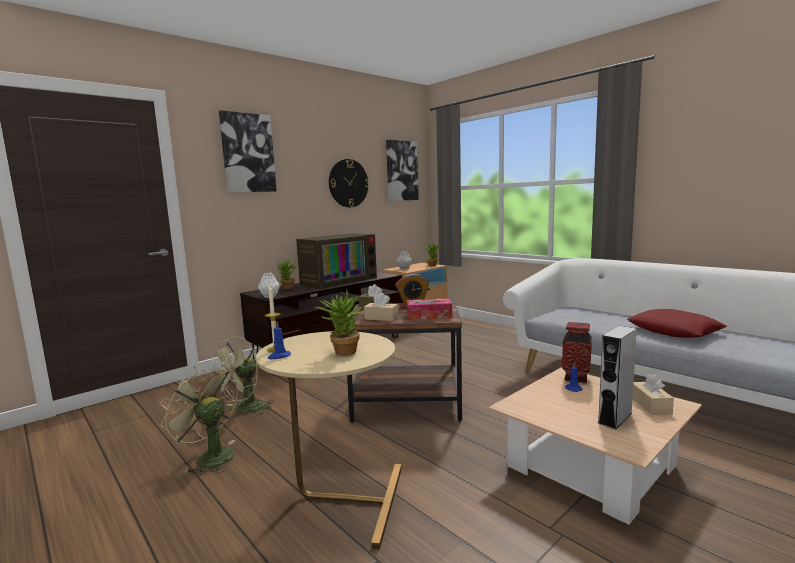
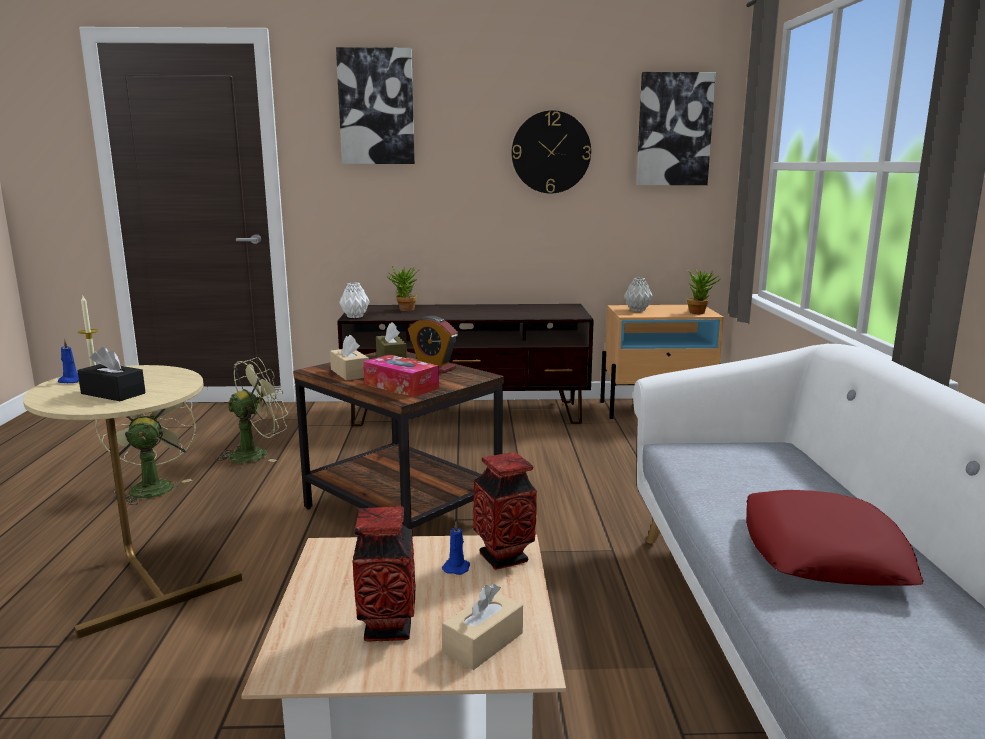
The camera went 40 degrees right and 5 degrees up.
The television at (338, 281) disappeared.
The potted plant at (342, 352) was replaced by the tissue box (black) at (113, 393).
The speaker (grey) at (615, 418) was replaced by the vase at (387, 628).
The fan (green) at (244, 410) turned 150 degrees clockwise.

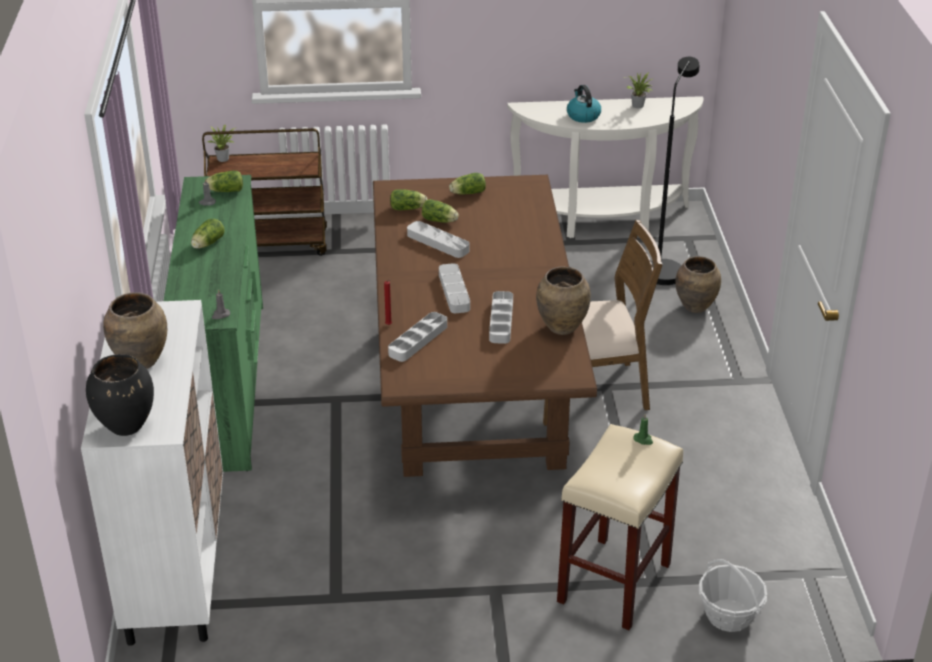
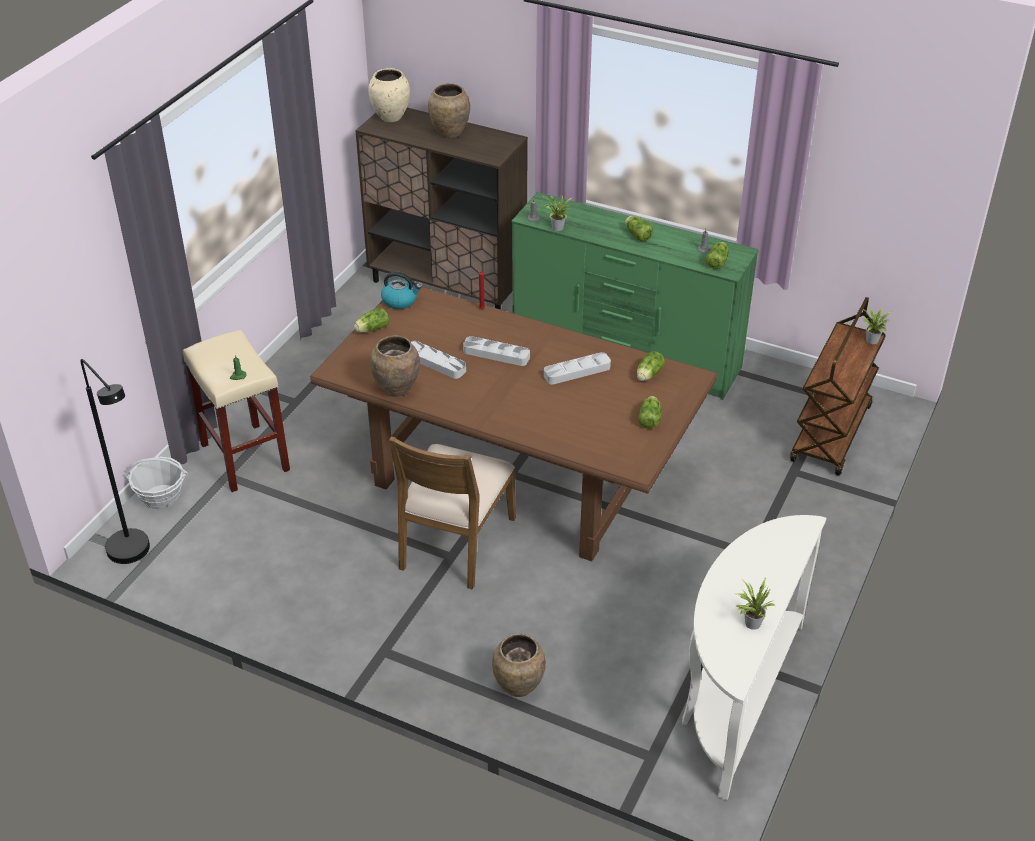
The camera went 120 degrees right and 5 degrees up.
The floor lamp (black) moved from (665, 268) to (135, 555).
The kettle moved from (583, 116) to (400, 301).
The lettuce moved from (440, 221) to (371, 329).
The cabinet (white) at (176, 565) became the cabinet (brown) at (447, 286).
The tray (grey) at (418, 340) disappeared.
The vase (black) at (127, 426) became the vase (beige) at (390, 117).
The potted plant at (557, 228) appeared.

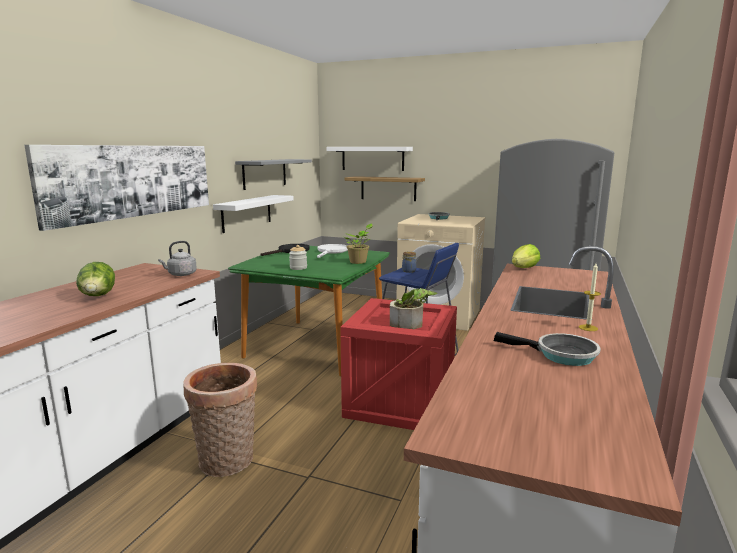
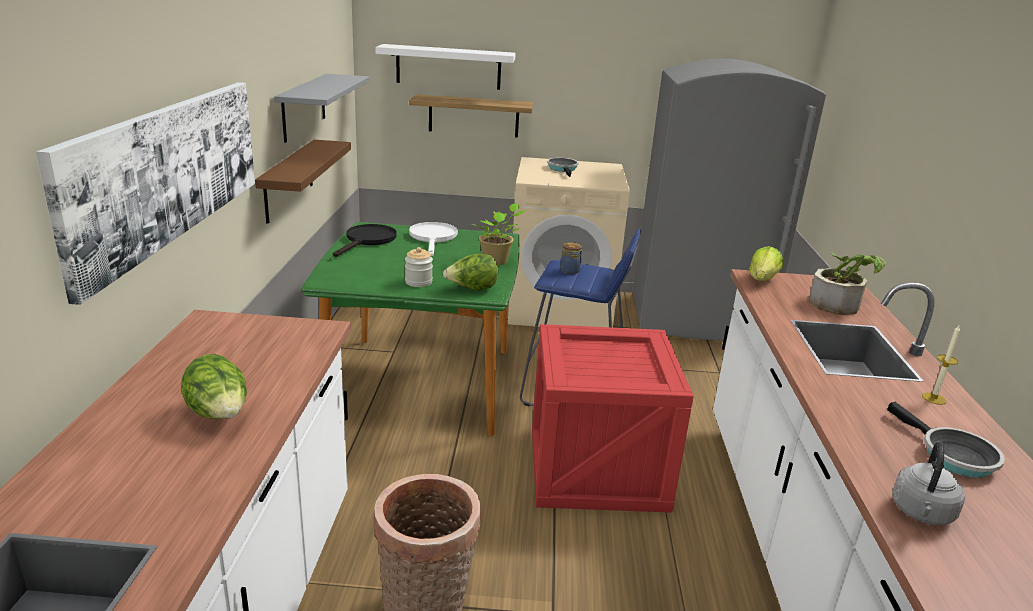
The camera went 20 degrees left and 10 degrees up.
The shelf (white) at (247, 213) became the shelf (brown) at (289, 180).
The kettle (grey) moved from (181, 274) to (921, 513).
The potted plant moved from (411, 324) to (839, 304).
The frying pan at (561, 355) turned 60 degrees clockwise.
The lettuce at (472, 289) appeared.

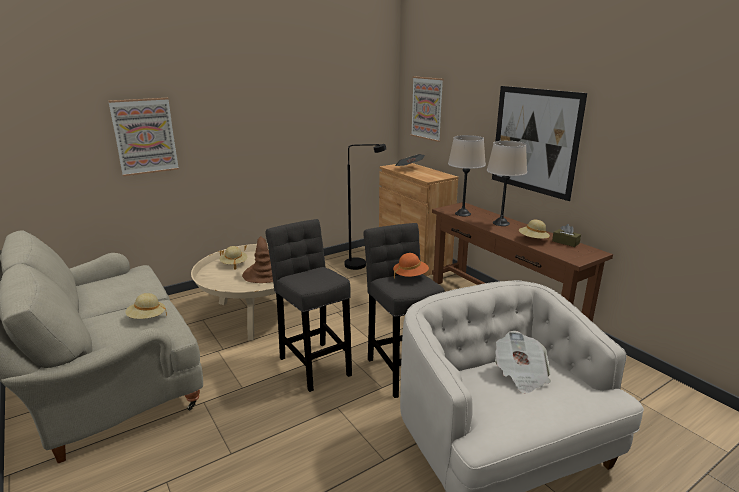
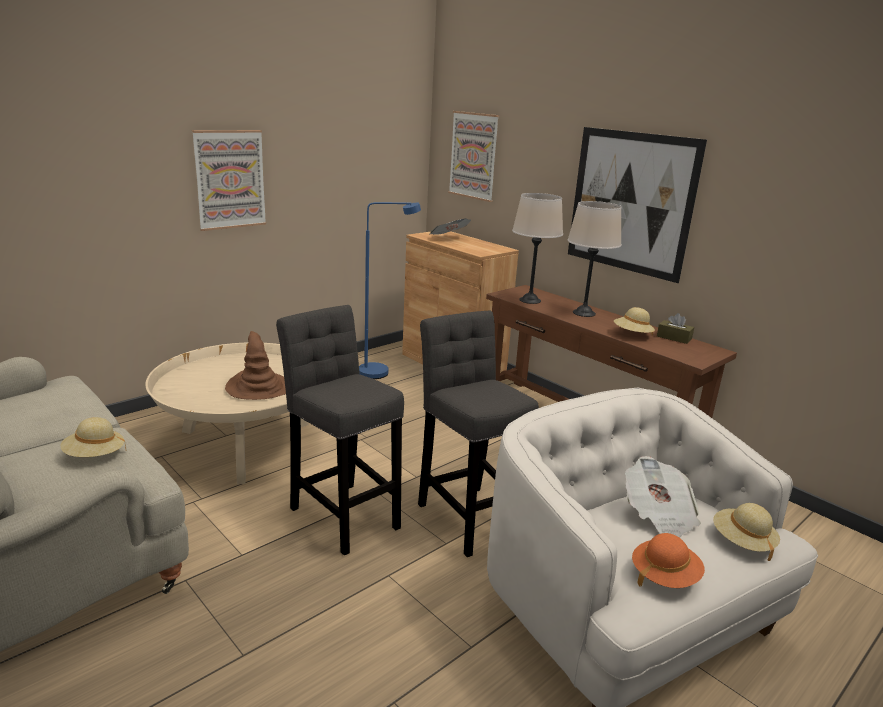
The camera went 10 degrees left and 0 degrees up.
The picture moved from (145, 136) to (230, 179).
The floor lamp (black) at (361, 264) became the floor lamp (blue) at (381, 372).
The hat (beige) moved from (234, 264) to (742, 542).
The hat (orange) moved from (410, 276) to (664, 576).

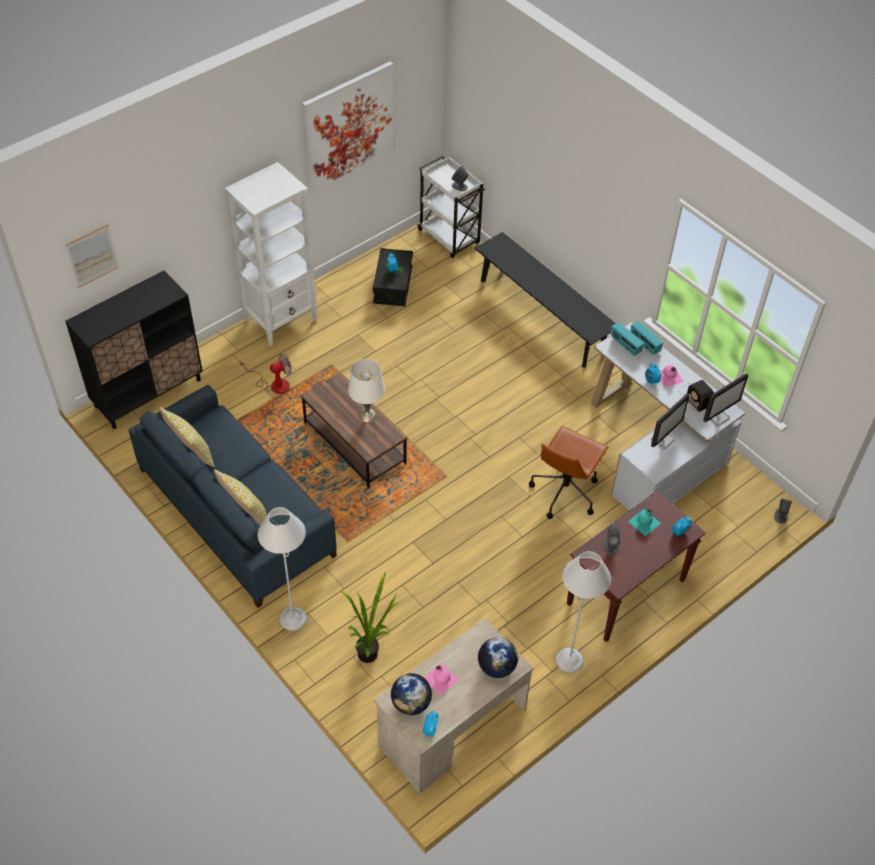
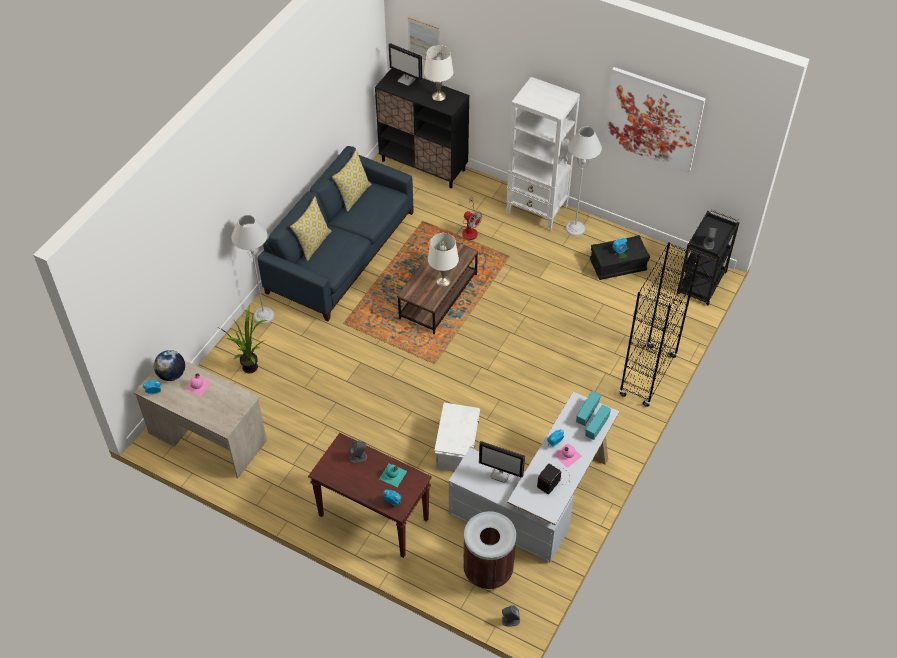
The camera went 70 degrees right and 0 degrees up.
The cart (white) at (449, 237) became the cart (black) at (701, 284).
The bench (black) at (541, 316) was replaced by the bookcase (black) at (647, 376).
The monitor moved from (717, 417) to (407, 80).
The office chair (brown) at (564, 491) was replaced by the storage box (white) at (457, 447).
The floor lamp (grey) moved from (569, 660) to (575, 228).
The globe at (496, 667) disappeared.
The table lamp (white) at (438, 96) appeared.
The trash can (brown) at (488, 571) appeared.

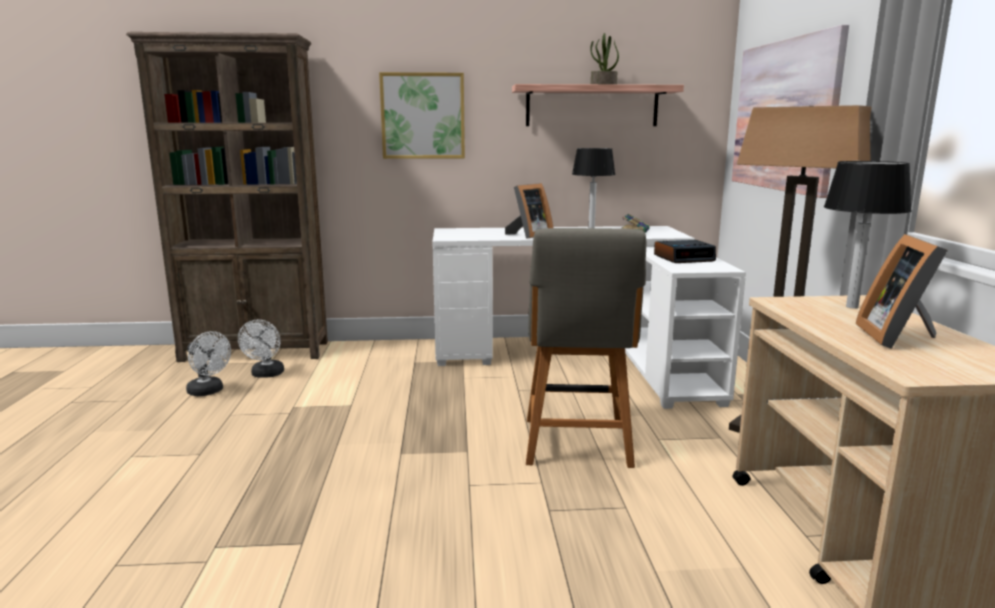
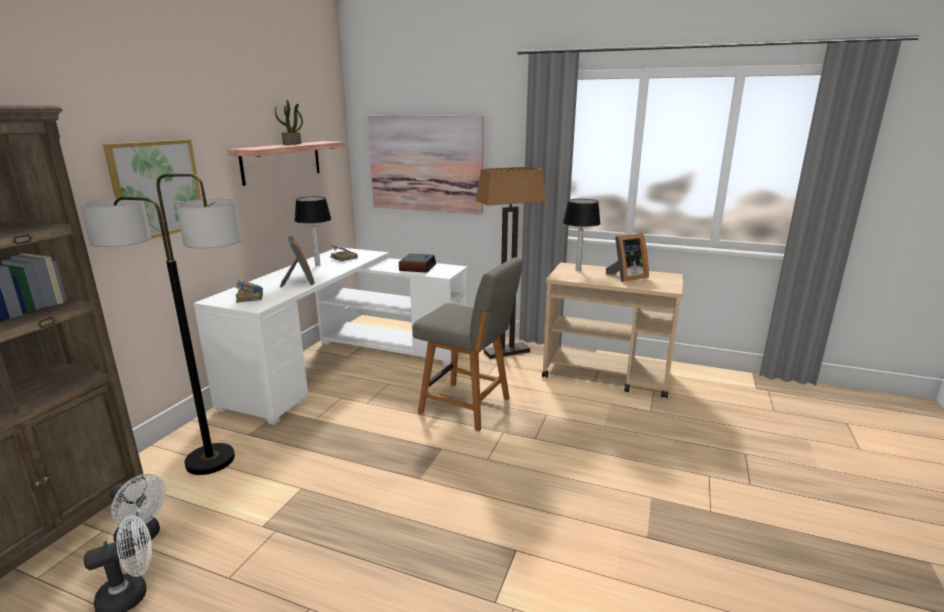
The camera went 65 degrees left and 5 degrees up.
The picture frame at (899, 337) turned 60 degrees counterclockwise.
The floor lamp at (210, 460) appeared.
The book at (249, 296) appeared.

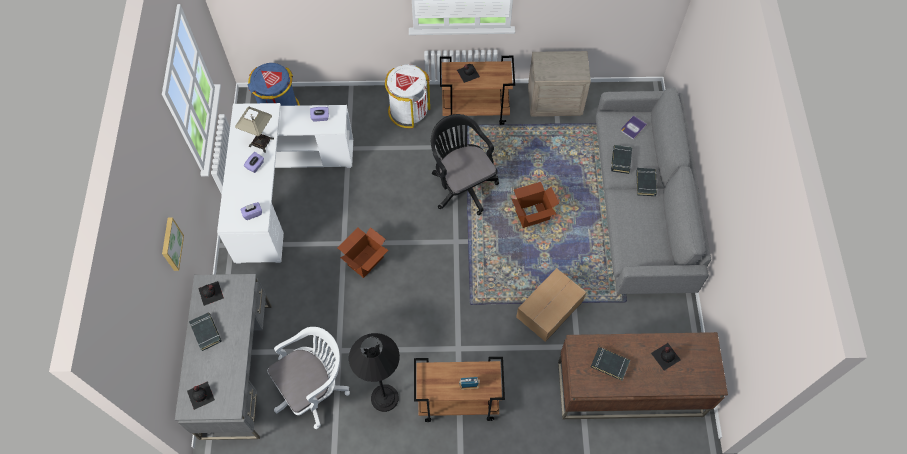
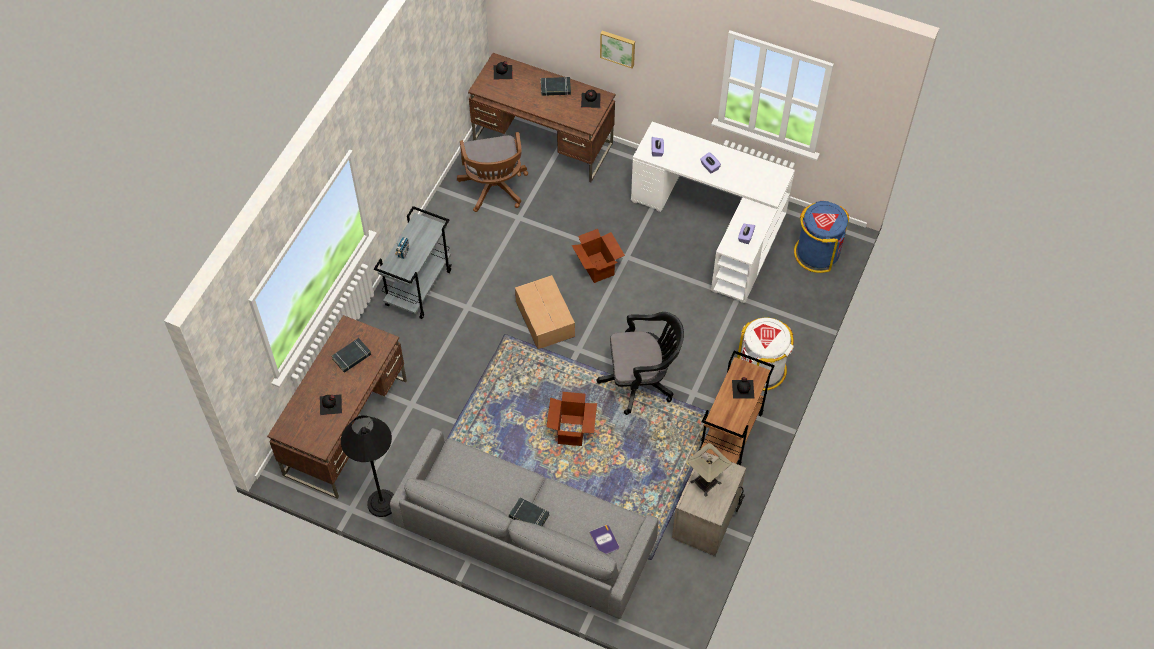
The camera went 115 degrees right and 5 degrees down.
The table lamp moved from (261, 142) to (705, 482).
The book (black) at (620, 160) disappeared.
The cardboard box moved from (548, 309) to (545, 318).
The desk (grey) at (237, 369) became the desk (brown) at (543, 142).
The office chair (white) at (314, 388) became the office chair (brown) at (494, 189).
The floor lamp (black) moved from (384, 398) to (382, 503).
The cart (brown) at (457, 402) became the cart (grey) at (418, 287).

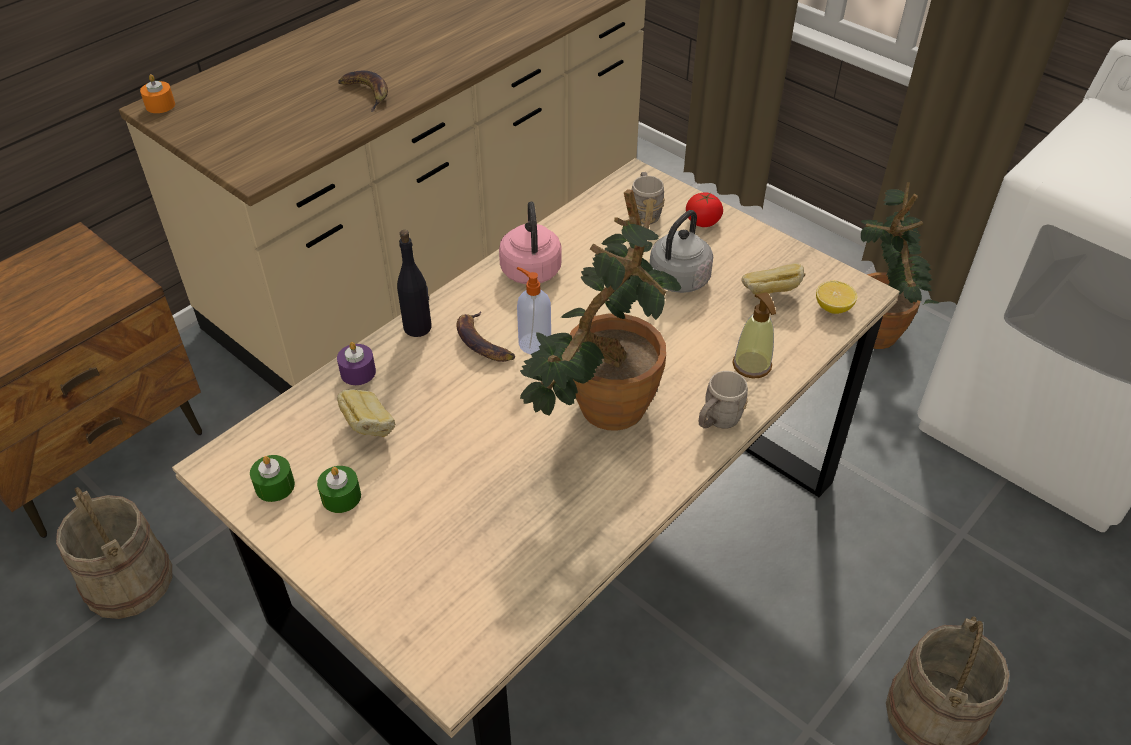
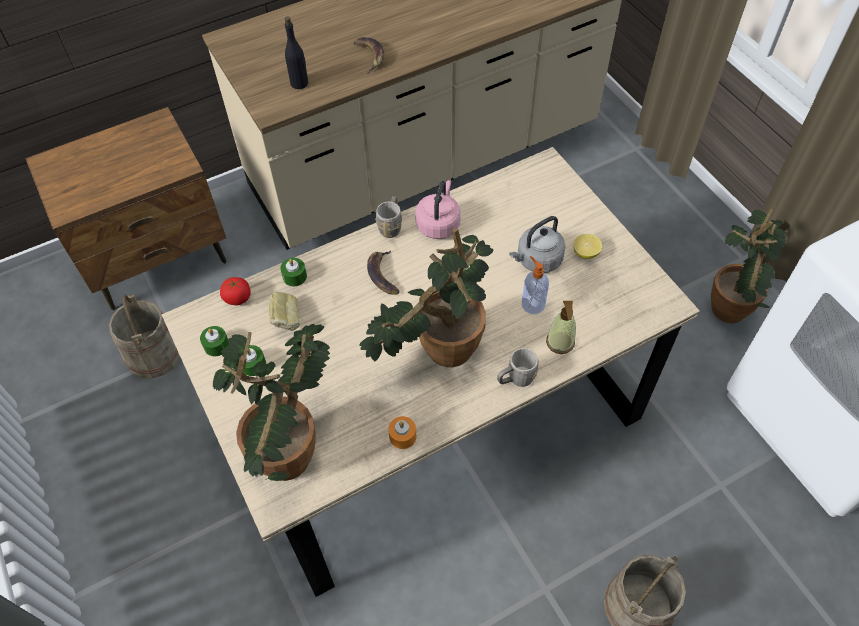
The camera went 20 degrees right and 10 degrees up.
The candle (orange) moved from (160, 105) to (402, 436).
The mug (grey) moved from (645, 212) to (391, 226).
The tomato moved from (702, 222) to (237, 298).
The bottle (black) moved from (418, 327) to (299, 83).
The bread at (770, 295) disappeared.
The soap dispenser moved from (533, 343) to (532, 304).
The lemon moved from (833, 308) to (585, 253).
The candle (purple) at (358, 372) became the candle (green) at (295, 276).
The potted plant at (294, 447) appeared.

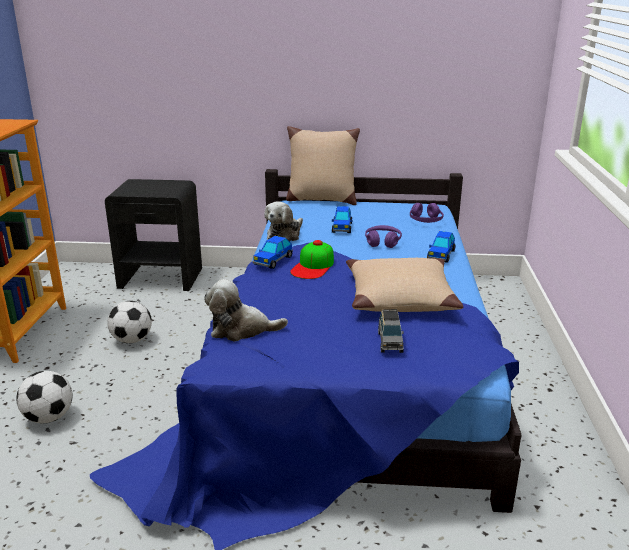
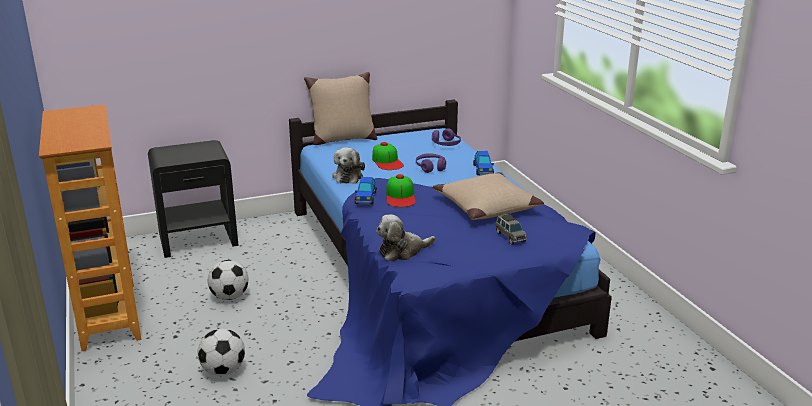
The camera went 25 degrees left and 0 degrees up.
The toy car at (342, 228) was replaced by the cap at (387, 161).

